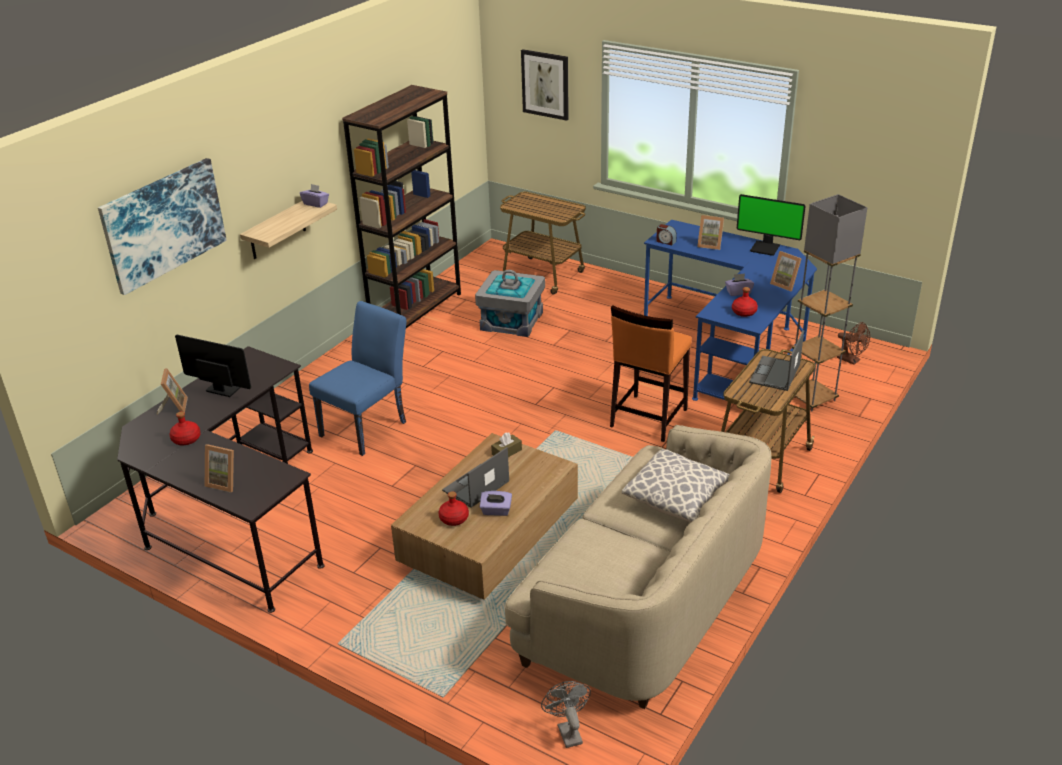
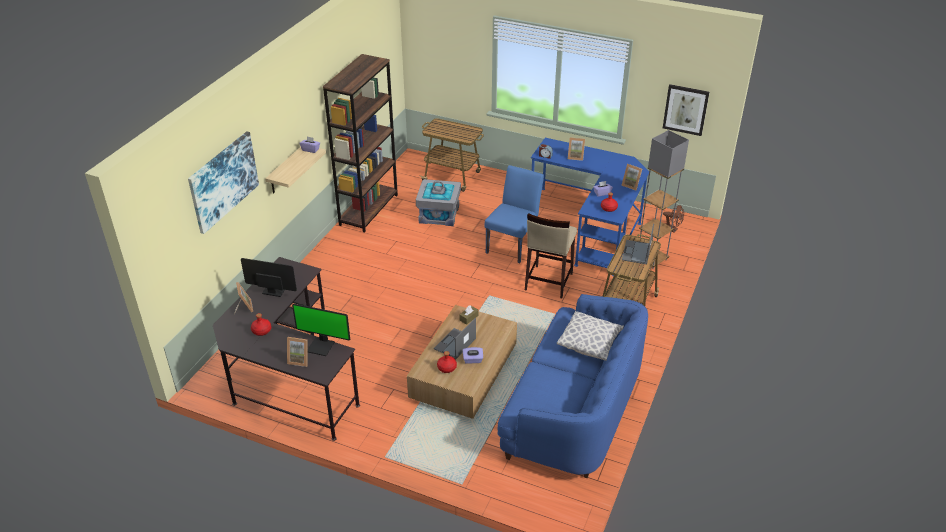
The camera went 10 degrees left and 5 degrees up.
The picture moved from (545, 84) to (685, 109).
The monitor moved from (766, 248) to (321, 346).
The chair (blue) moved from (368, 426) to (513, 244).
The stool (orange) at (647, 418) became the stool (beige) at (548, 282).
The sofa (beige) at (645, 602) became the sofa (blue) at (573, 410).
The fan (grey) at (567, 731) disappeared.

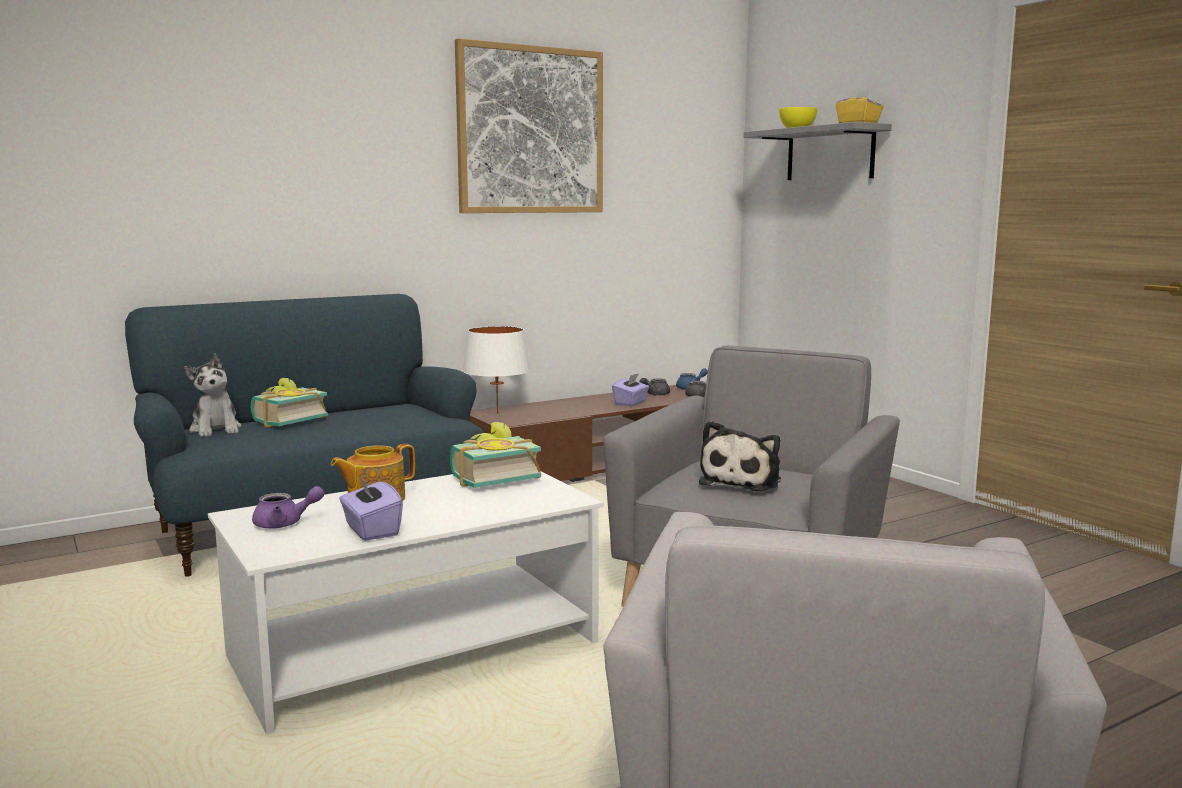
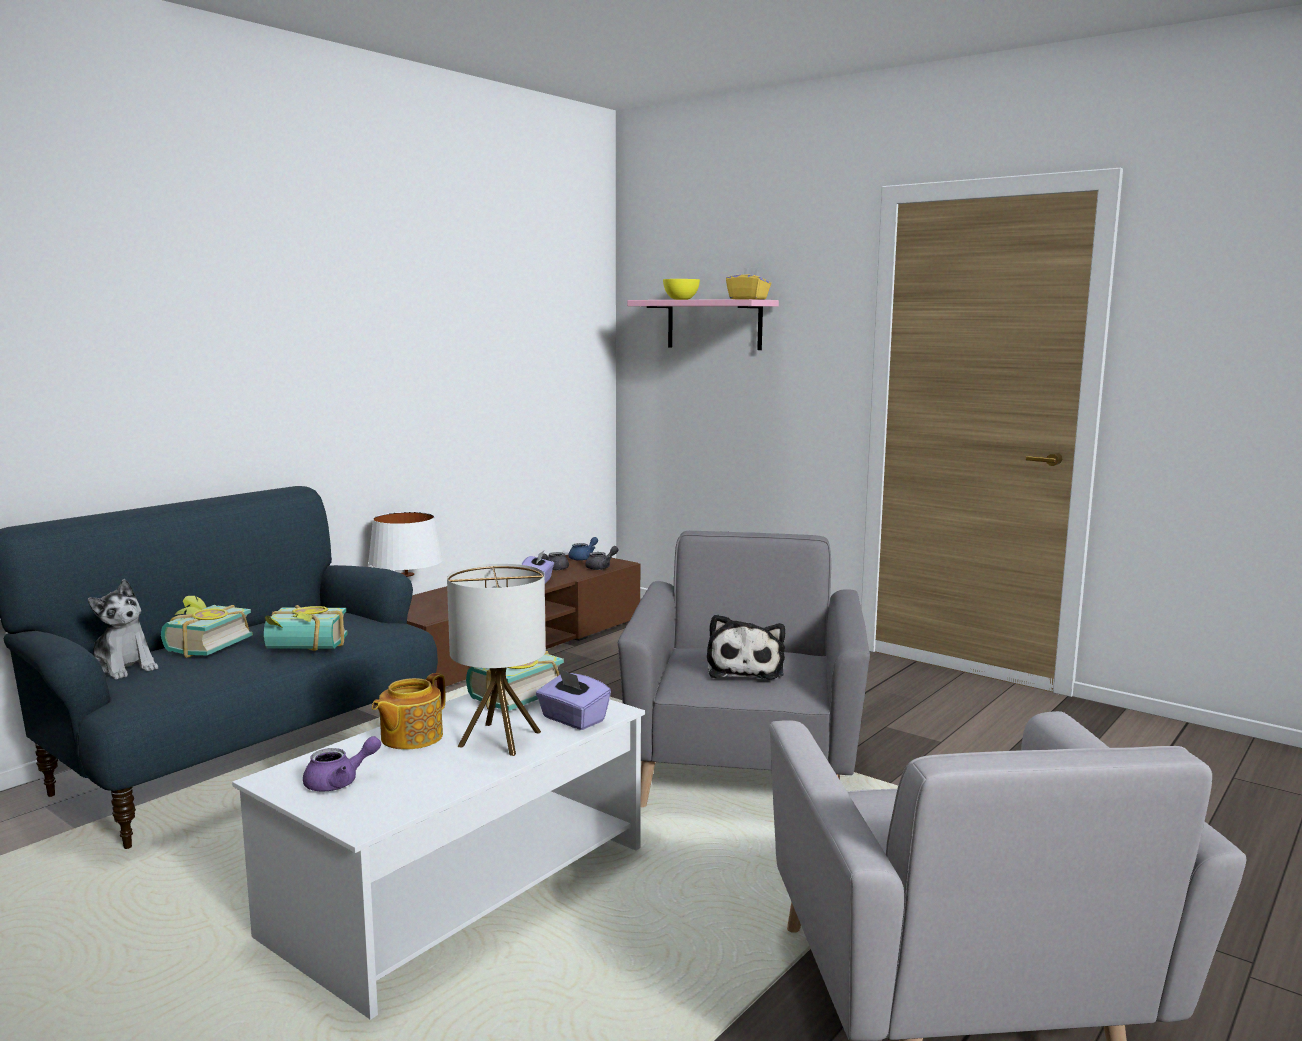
The camera went 20 degrees left and 0 degrees up.
The picture at (531, 130) disappeared.
The shelf (grey) at (830, 154) became the shelf (pink) at (714, 324).
The tissue box (purple) moved from (371, 530) to (572, 719).
The table lamp at (499, 739) appeared.
The book at (304, 649) appeared.

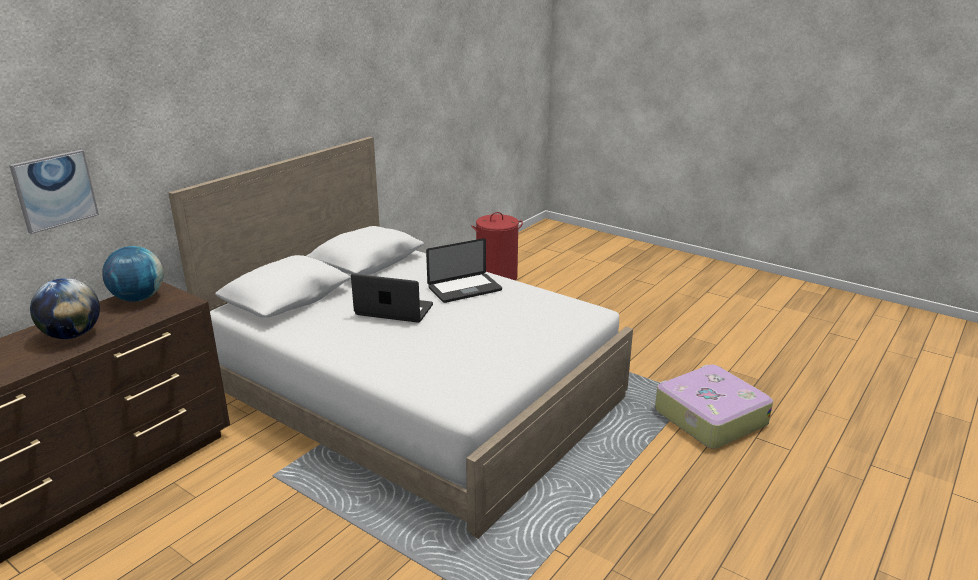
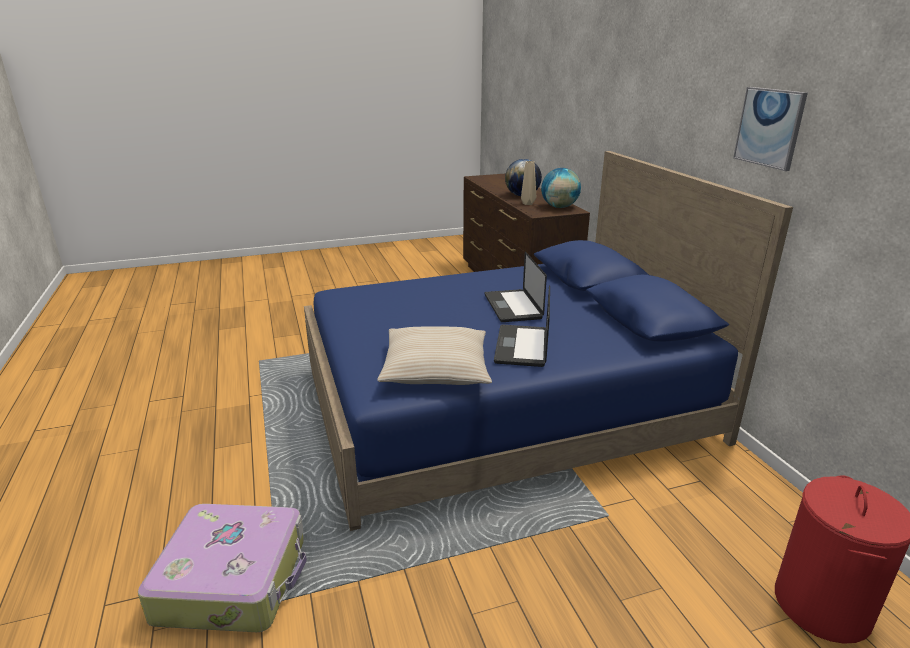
The camera went 125 degrees right and 0 degrees up.
The bed (white) at (417, 395) became the bed (blue) at (503, 405).
The picture moved from (55, 190) to (769, 127).
The laptop at (394, 310) turned 120 degrees clockwise.
The vase (beige) at (528, 204) appeared.
The pillow (beige) at (436, 368) appeared.

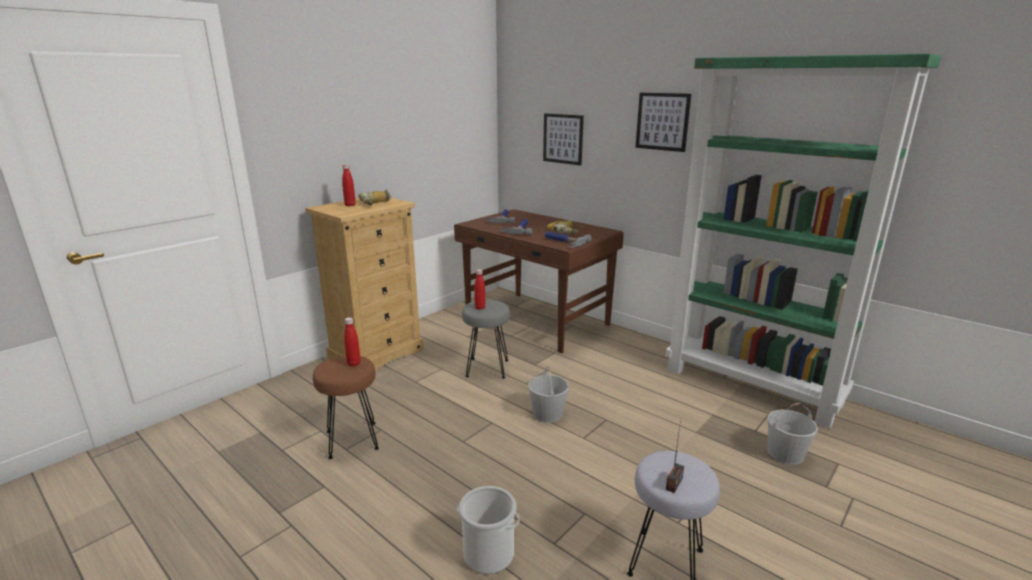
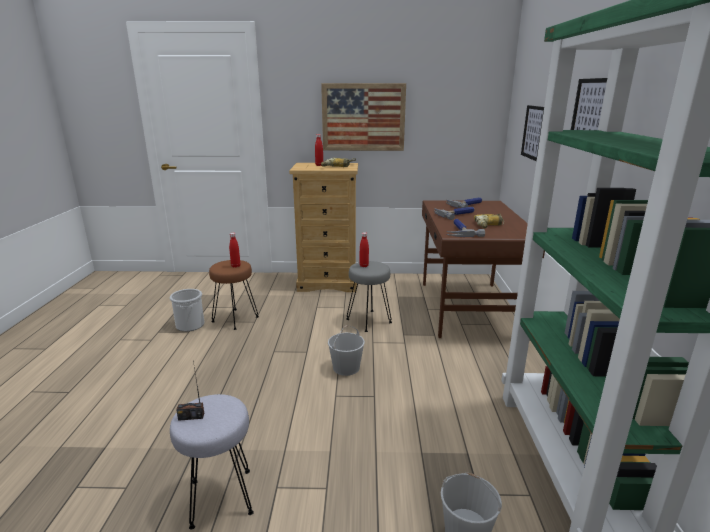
The camera went 50 degrees right and 0 degrees up.
The bucket moved from (489, 554) to (190, 325).
The picture at (363, 117) appeared.

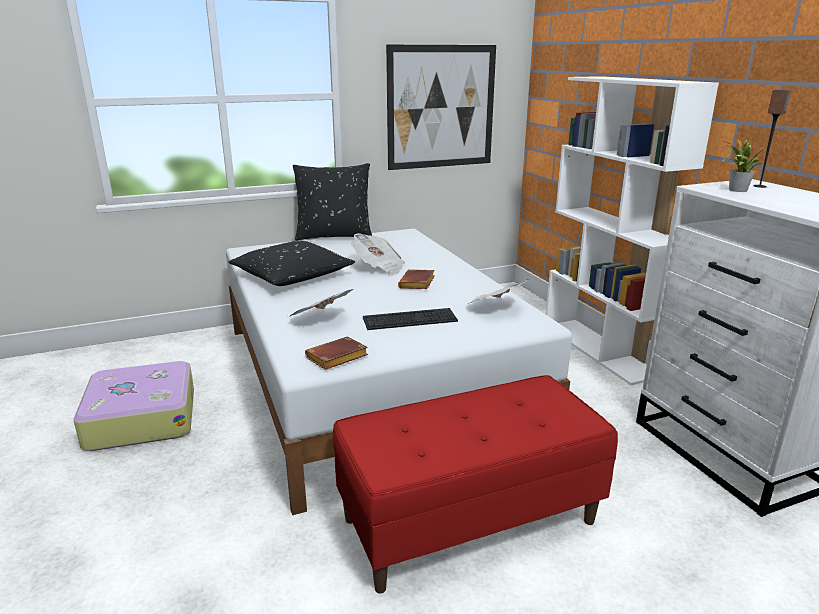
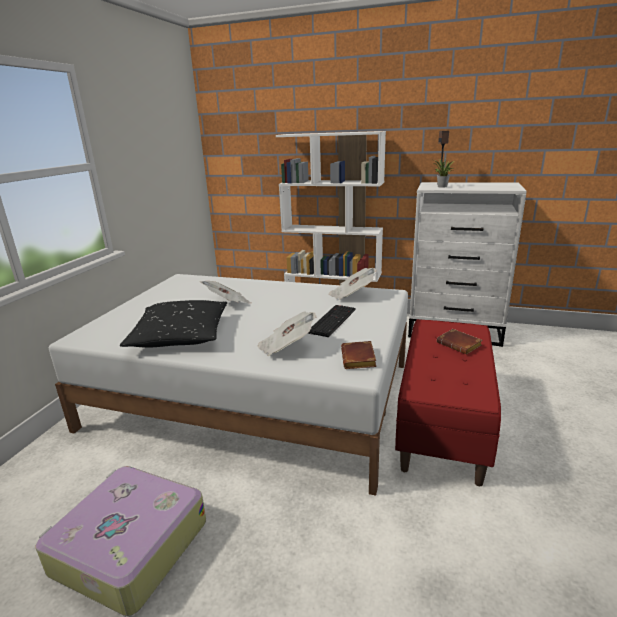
The camera went 50 degrees left and 0 degrees up.
The picture at (441, 107) disappeared.
The pillow (black) at (334, 236) disappeared.
The book (brown) moved from (418, 284) to (460, 345).

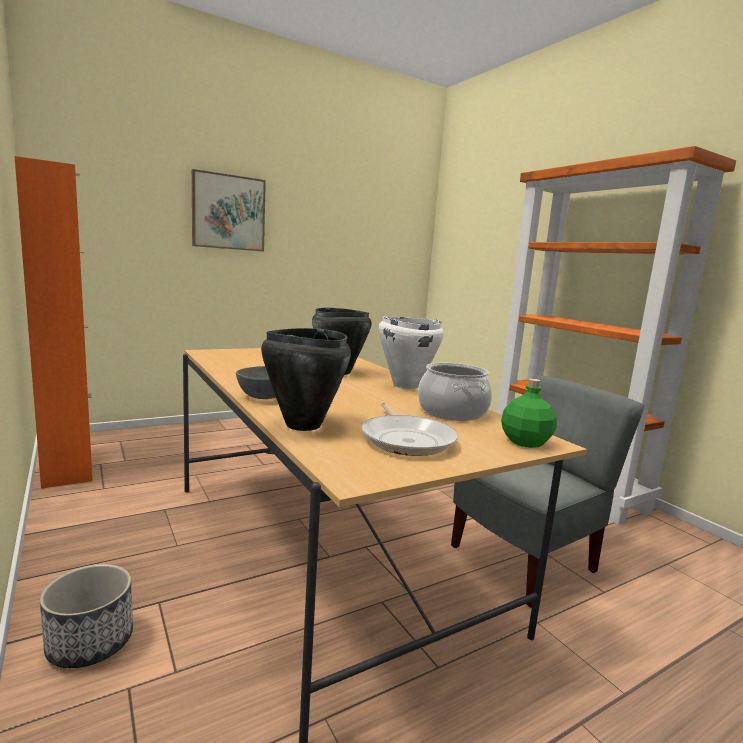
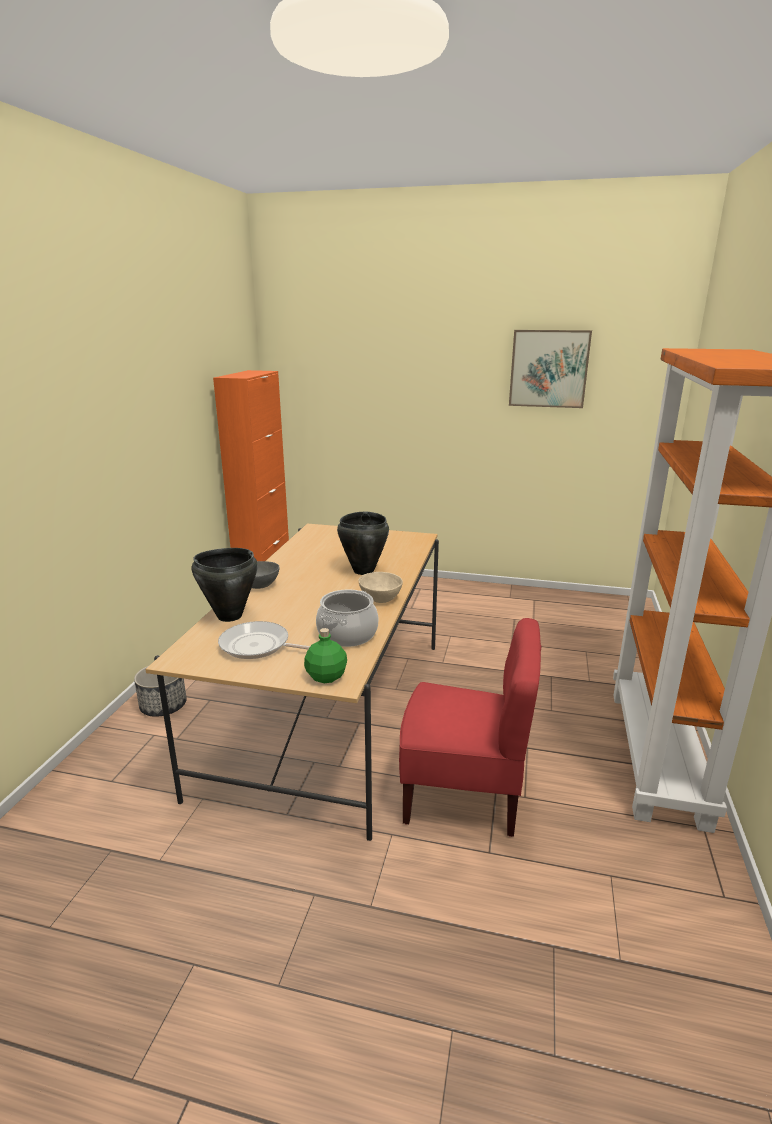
The camera went 45 degrees right and 10 degrees up.
The picture moved from (228, 212) to (548, 368).
The cooking pot (white) at (405, 386) was replaced by the bowl (beige) at (380, 598).
The chair (grey) at (525, 561) became the chair (red) at (463, 794).
The frying pan at (406, 439) turned 75 degrees clockwise.

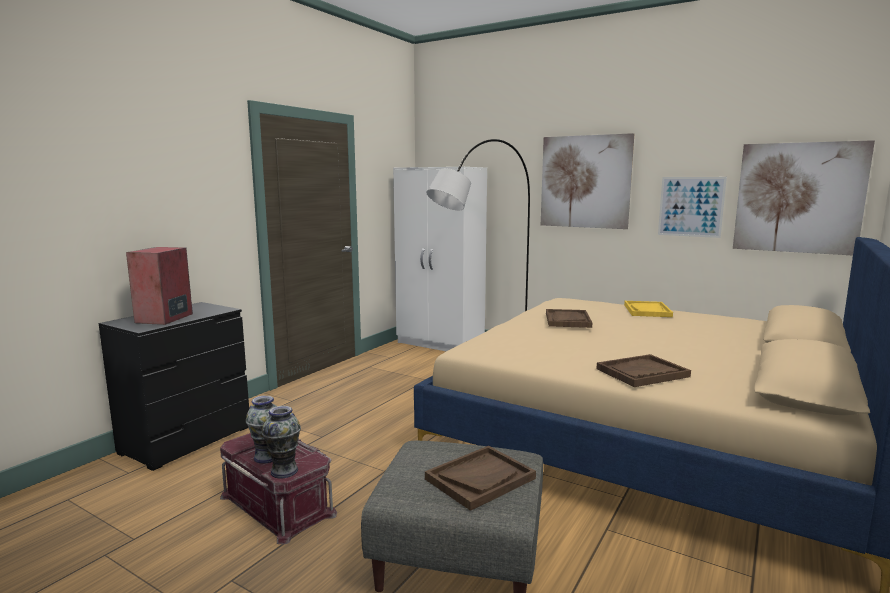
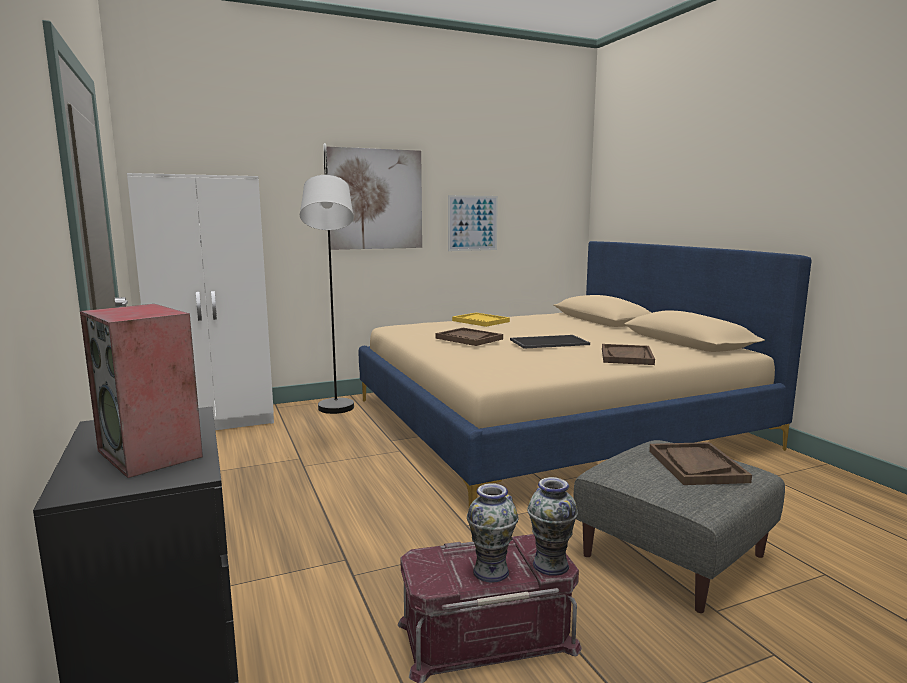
The camera went 55 degrees left and 0 degrees up.
The picture at (798, 198) disappeared.
The tray at (549, 342) appeared.

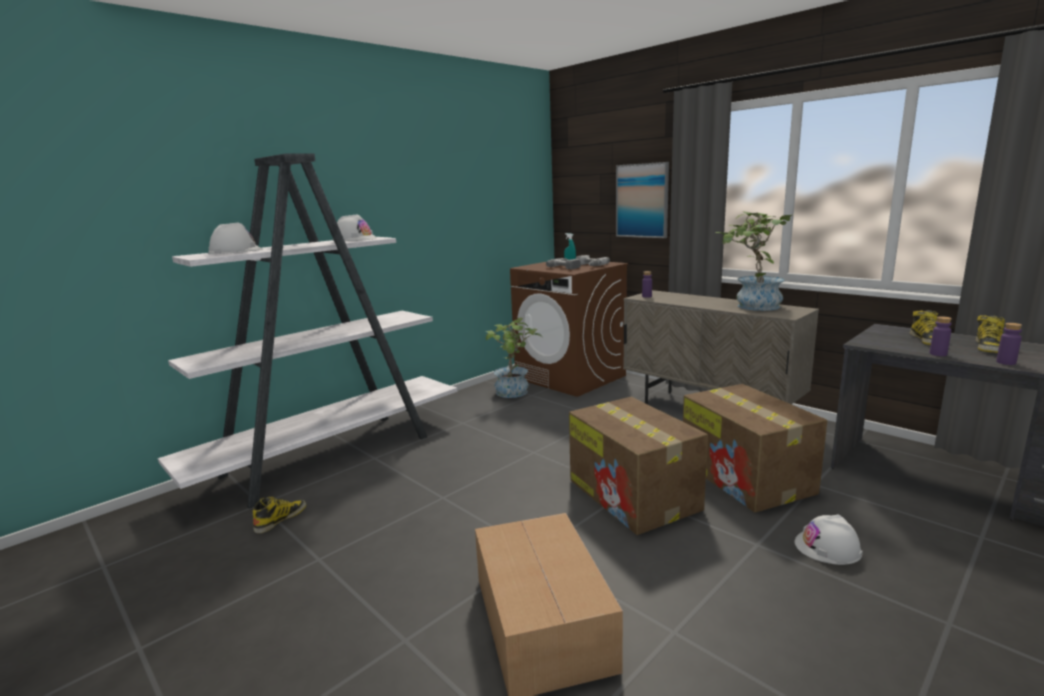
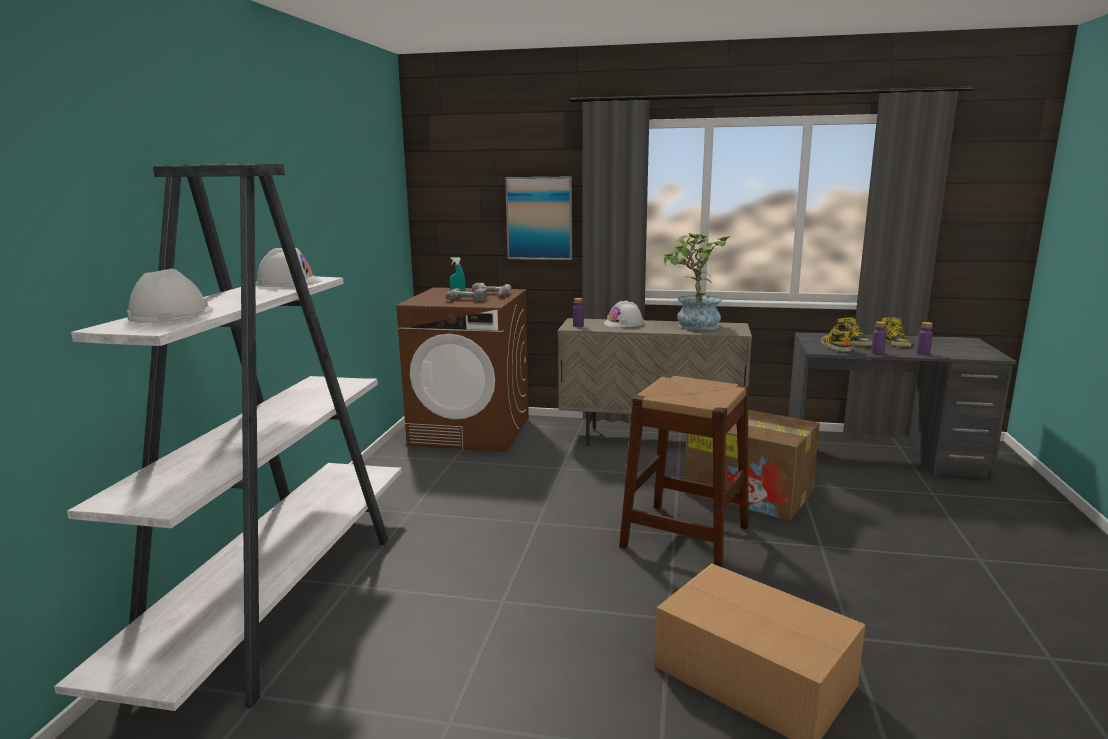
The camera went 35 degrees left and 0 degrees up.
The potted plant at (514, 393) disappeared.
The cardboard box at (634, 495) was replaced by the stool (brown) at (685, 536).
The boot moved from (281, 519) to (835, 346).
The hard hat (white) moved from (828, 547) to (623, 323).

